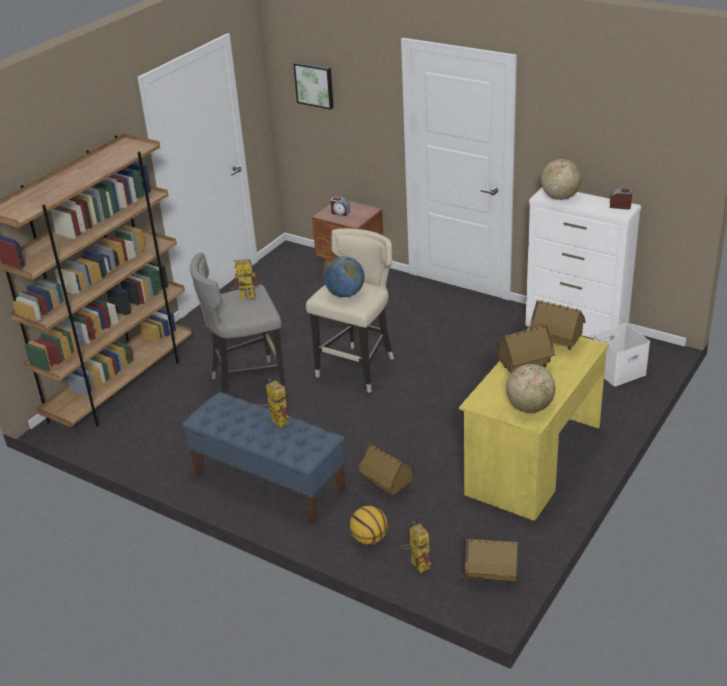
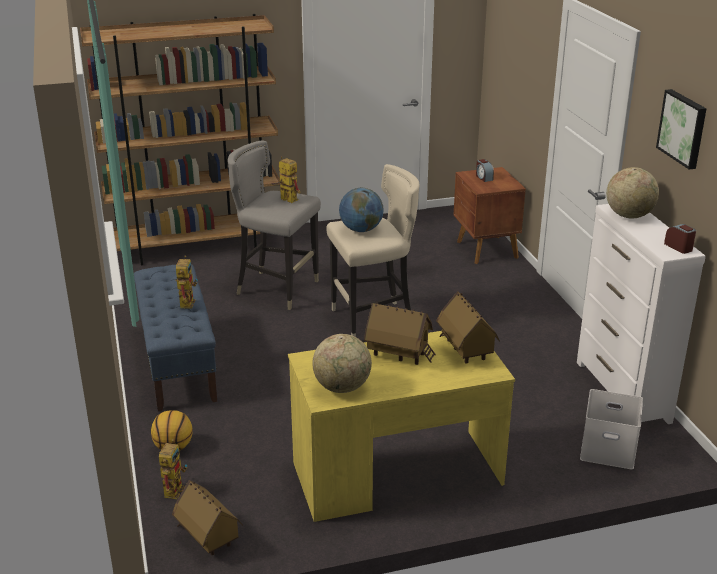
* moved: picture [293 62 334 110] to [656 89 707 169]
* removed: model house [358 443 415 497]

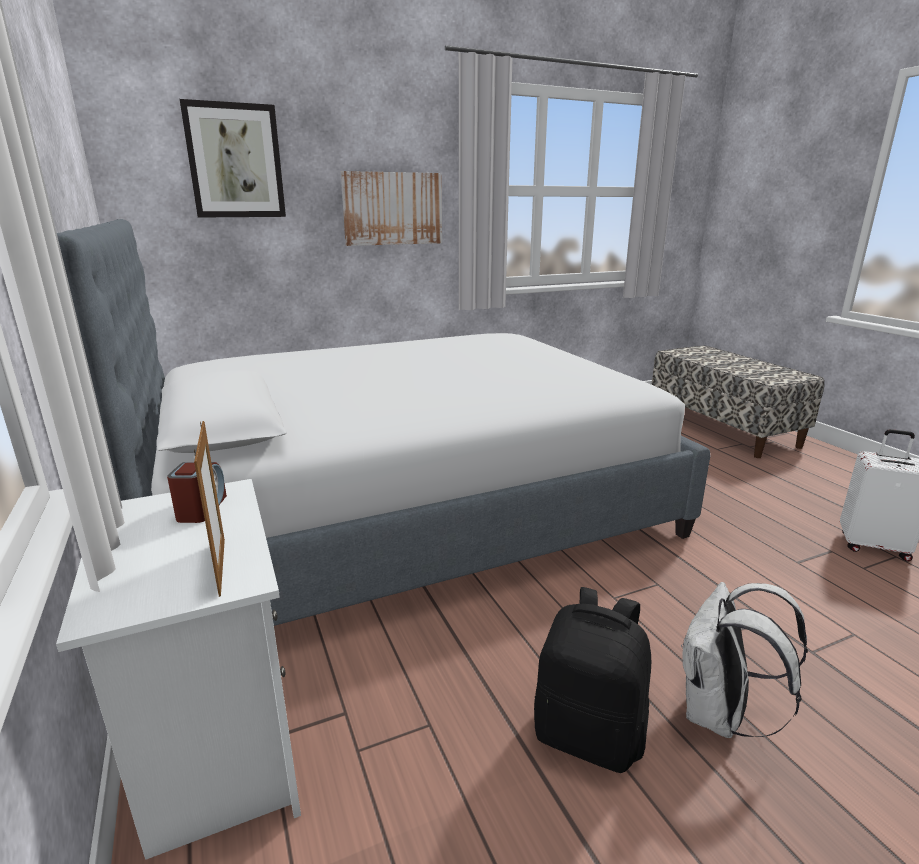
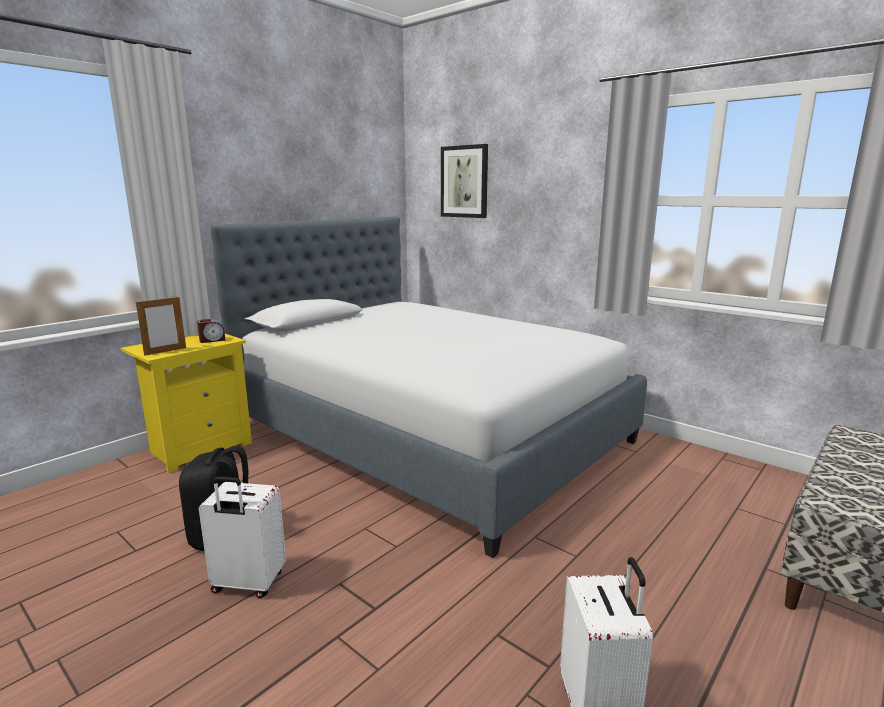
* removed: picture [341 171 442 246]
* recoloured: whitish night table [56 479 301 860] to yellow-coloured night table [121 334 252 473]
* replaced: whitish backpack [681 582 808 738] to whitish piece of luggage [199 476 286 598]

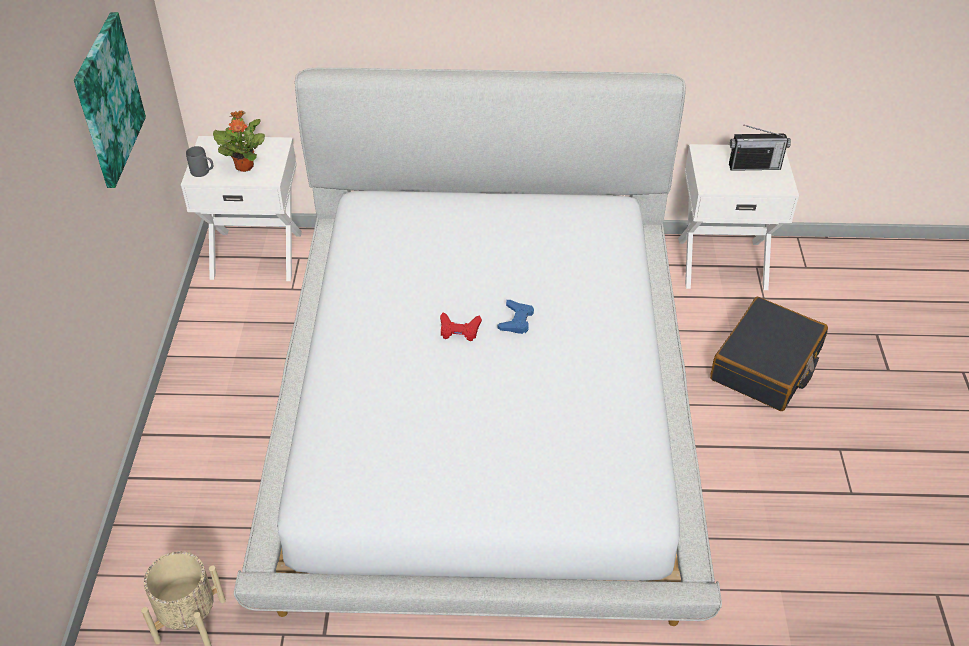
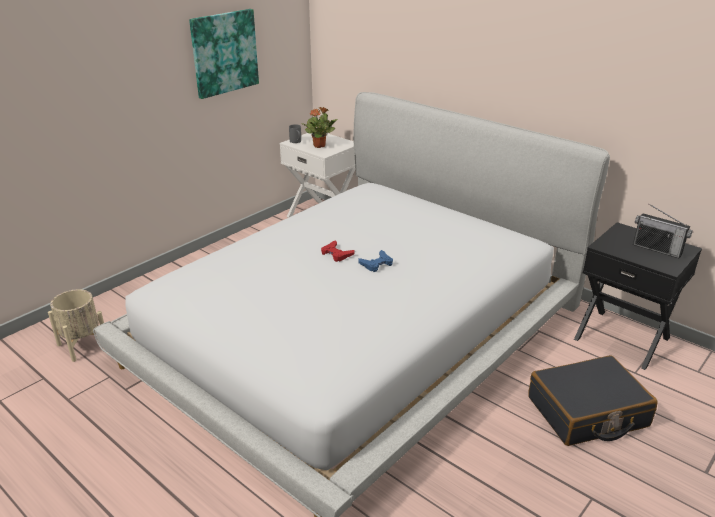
* recoloured: whitish night table [678 144 799 290] to black night table [574 222 702 370]

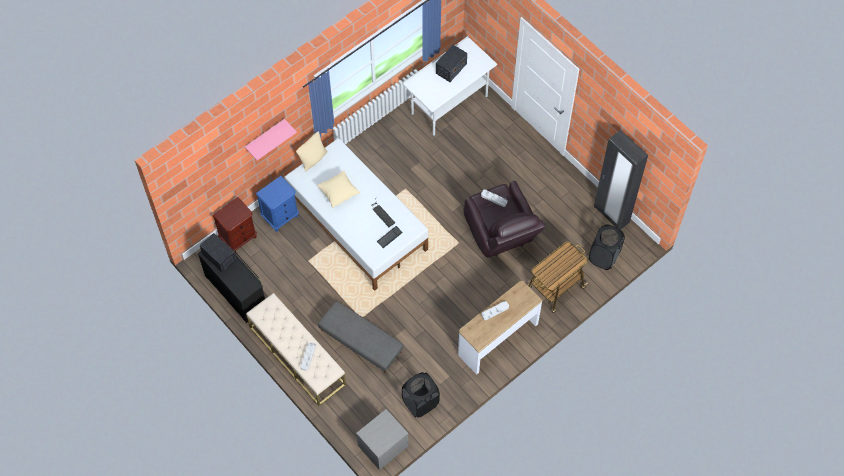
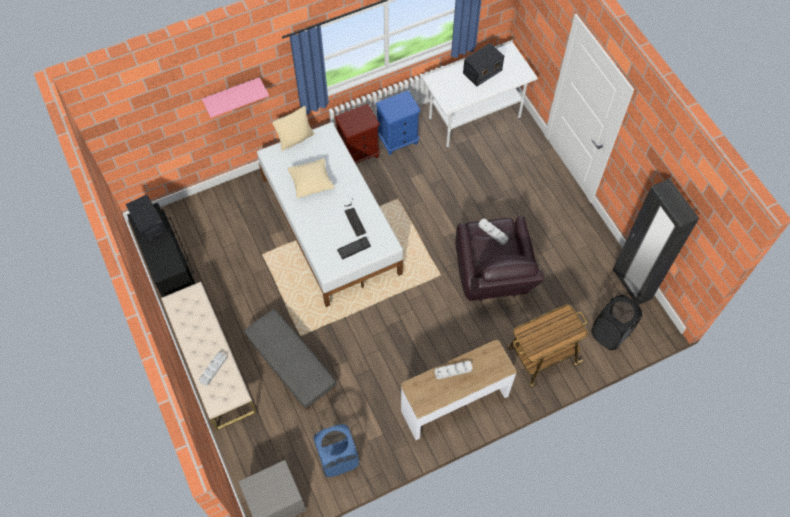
* moved: bluish night table [256 176 299 232] to [376 90 420 155]
* moved: brown night table [212 197 257 253] to [335 104 380 164]
* recoloured: black washing basket [402 372 440 418] to bluish washing basket [313 424 359 477]

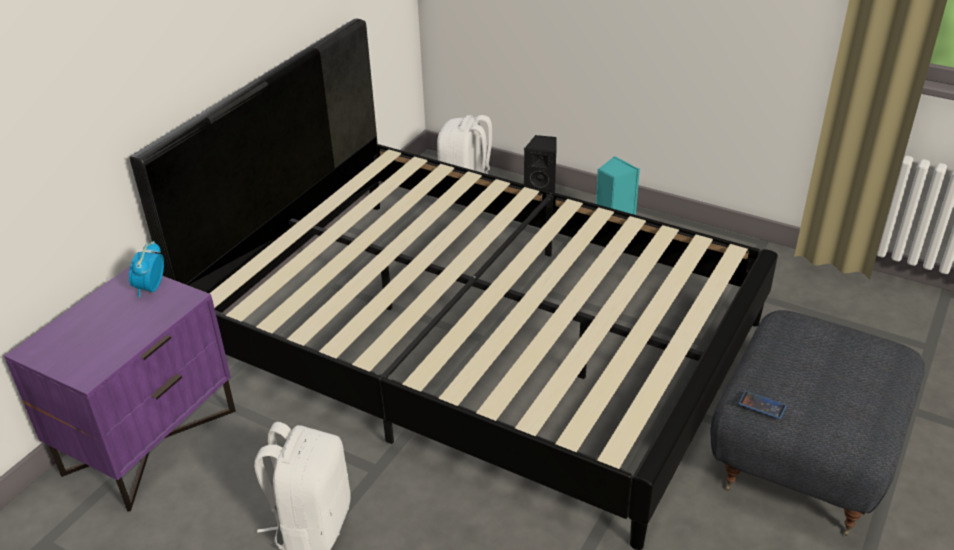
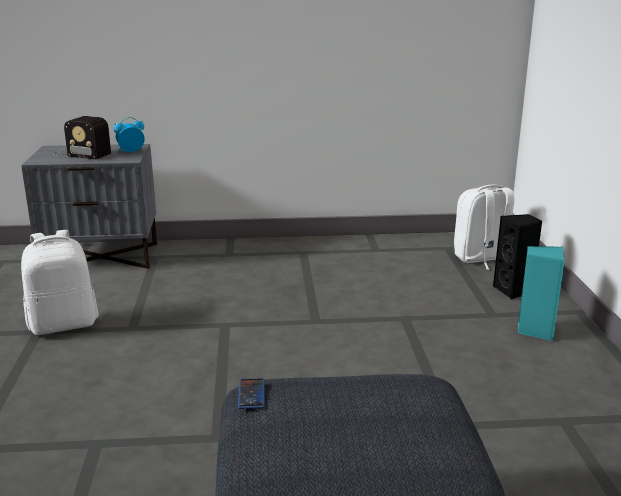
* removed: black sleeping bed [130 19 778 550]
* recoloured: purplish night table [4 265 236 511] to gray night table [21 144 157 269]
* added: radio receiver [53 116 111 160]

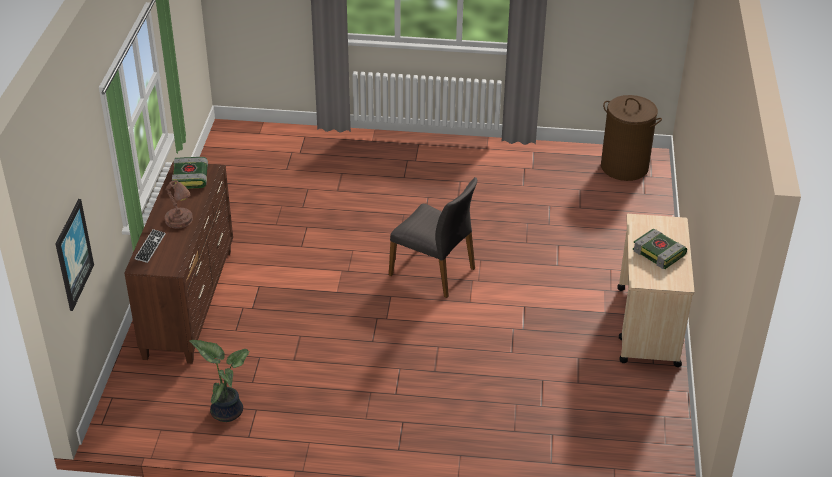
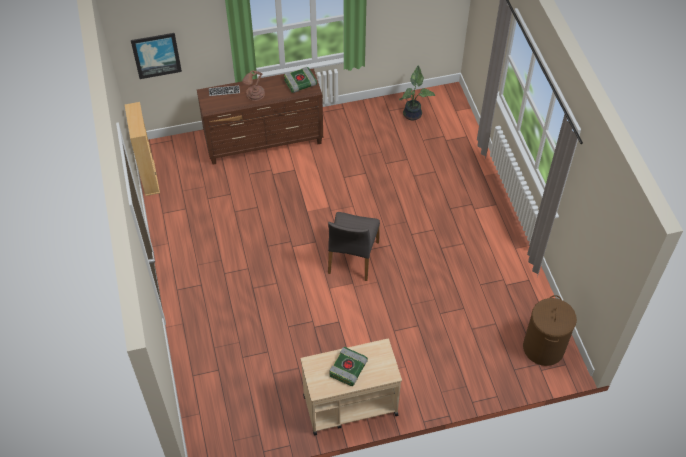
* moved: potted plant [189 340 249 422] to [399 66 435 120]
* added: beige-coloured shelving unit [125 102 160 196]

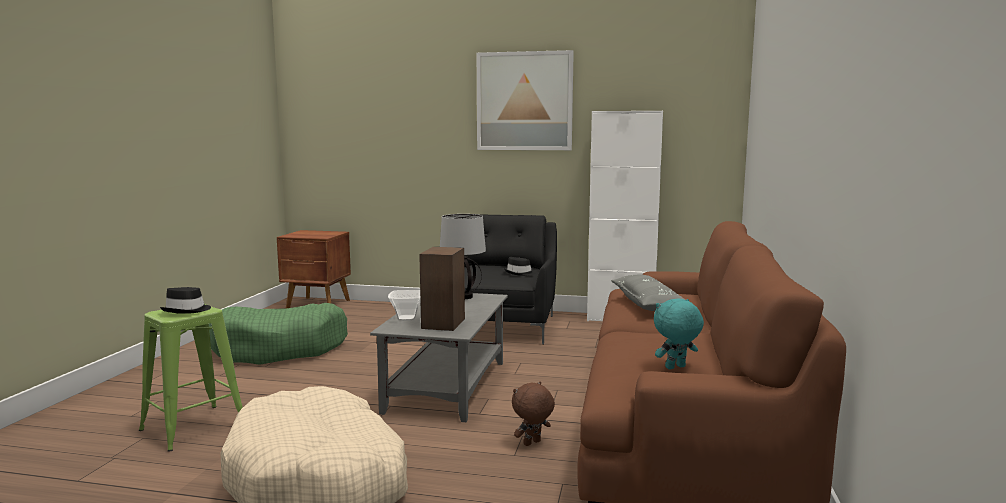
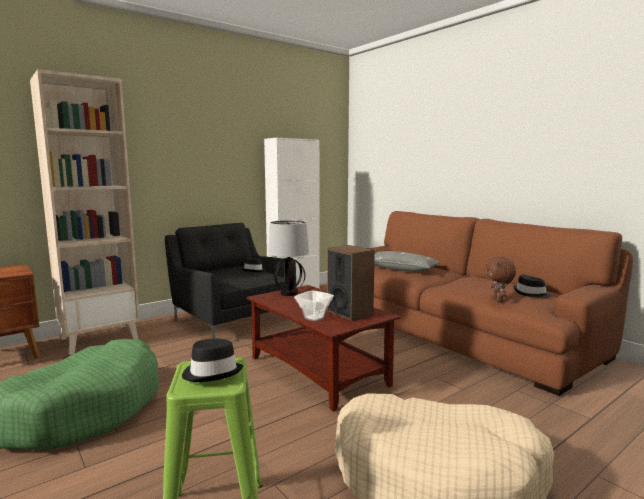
* removed: picture [477 50 574 150]
* recoloured: gray coffee table [370 293 508 422] to brown coffee table [246 285 400 412]
* replaced: turquoise cuddly toy [654 298 704 369] to black clothing hat [513 275 551 298]
* moved: brown cuddly toy [512 381 555 446] to [485 256 516 303]
* added: beige-coloured shelving unit [30 69 140 355]

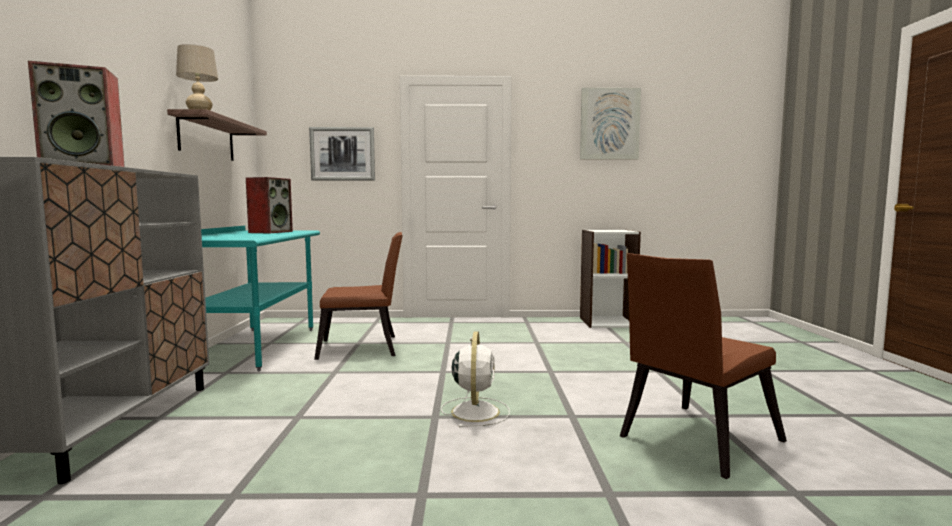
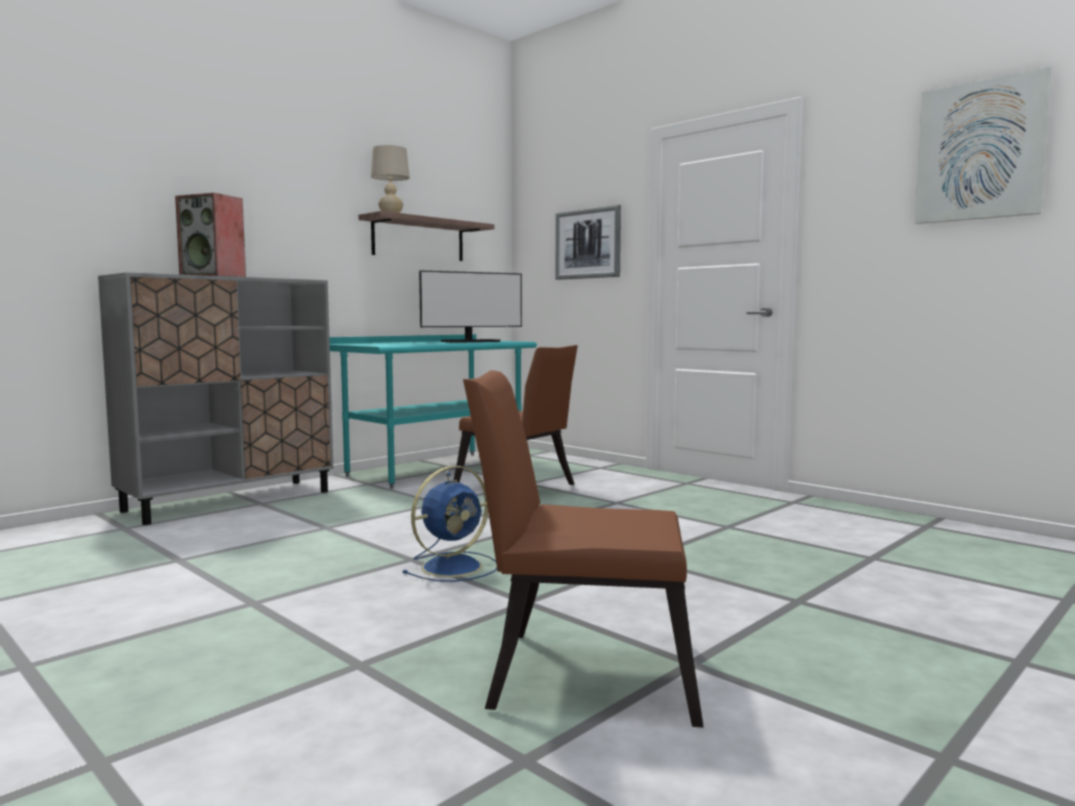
* replaced: audio speaker [246 177 293 233] to computer display [419 270 522 343]
* removed: whitish shelving unit [580 230 641 328]
* recoloured: whitish cooling fan [441 331 510 428] to bluish cooling fan [402 466 497 582]

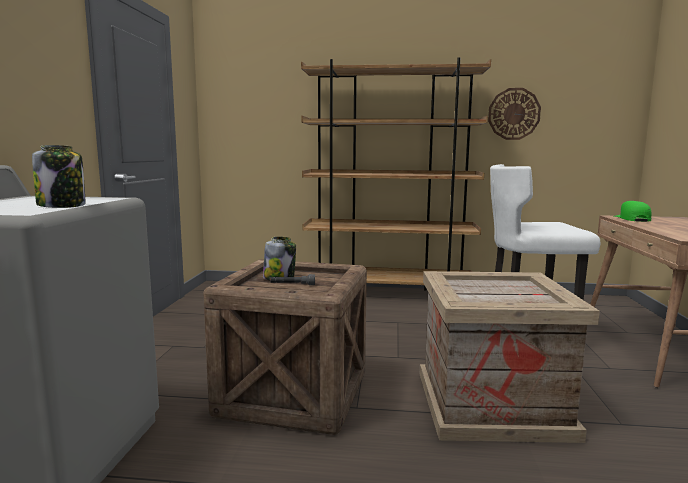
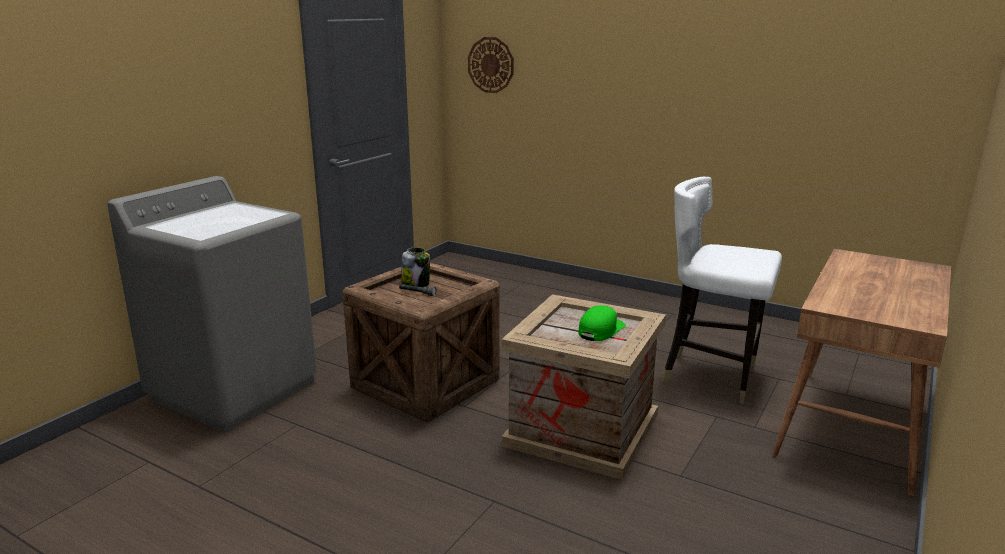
* removed: brown shelving unit [301 58 491 291]
* moved: hanging clock [488 88 541 140] to [468 37 514 93]
* removed: preserve jar [32 145 86 208]
* moved: greenish baseball cap [614 201 652 222] to [578 305 626 341]

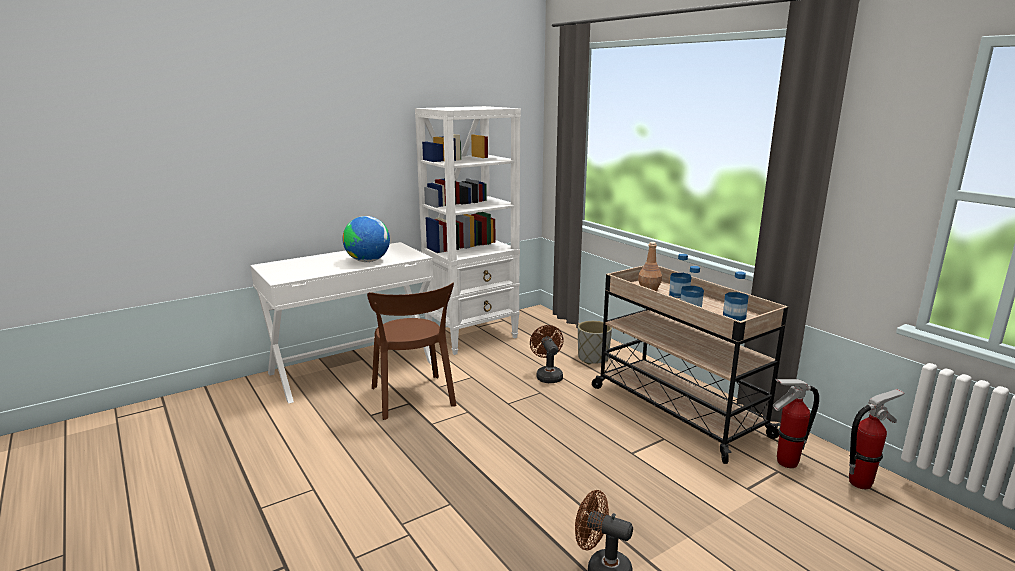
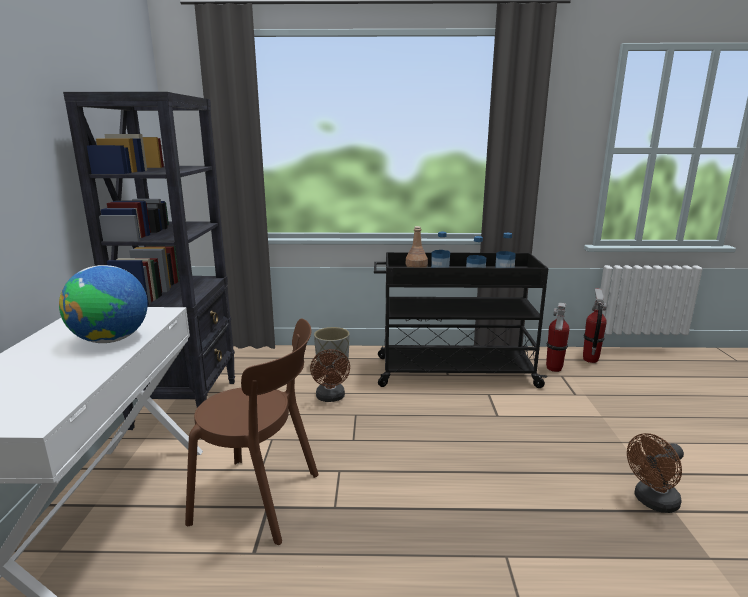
* recoloured: whitish shelving unit [415 106 521 355] to black shelving unit [63 92 235 430]
* recoloured: beige-coloured trolley [592 265 788 464] to black trolley [374 252 548 388]
* turned: brown cooling fan [530 325 564 383] = [310 349 350 402] 120 degrees counterclockwise

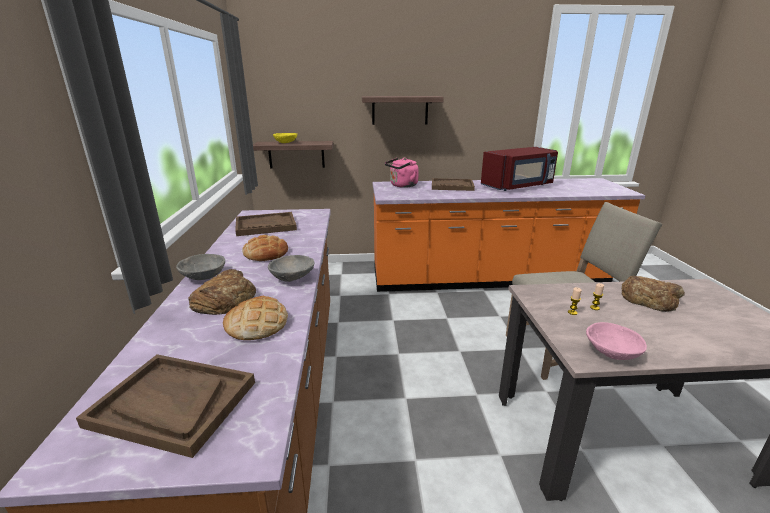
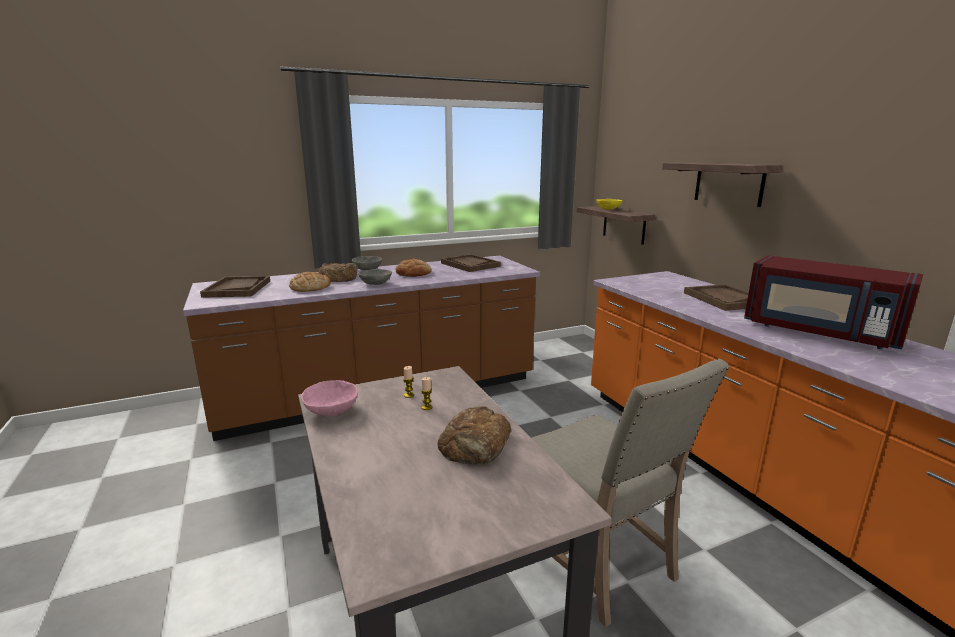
* removed: pinkish kettle [385 158 419 188]

